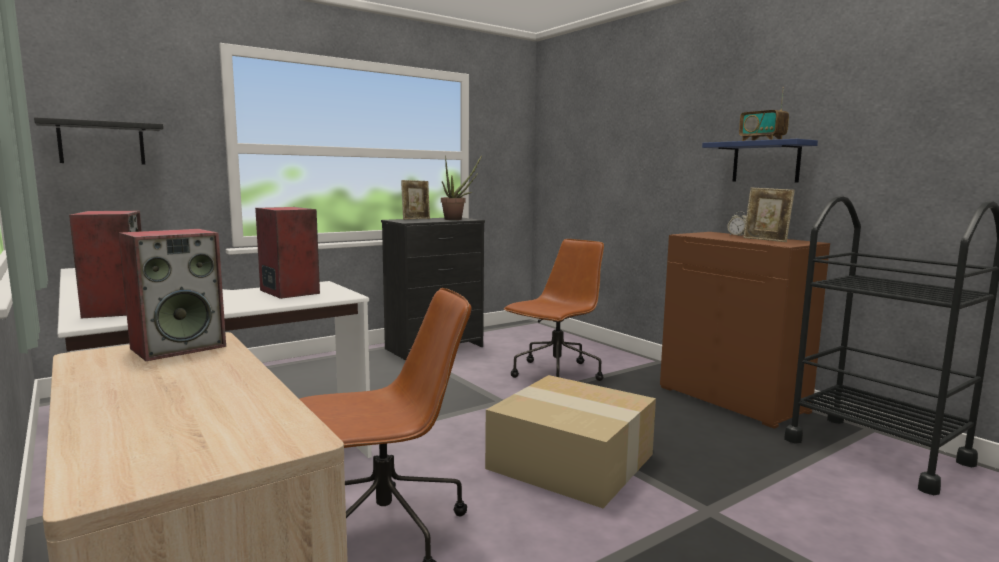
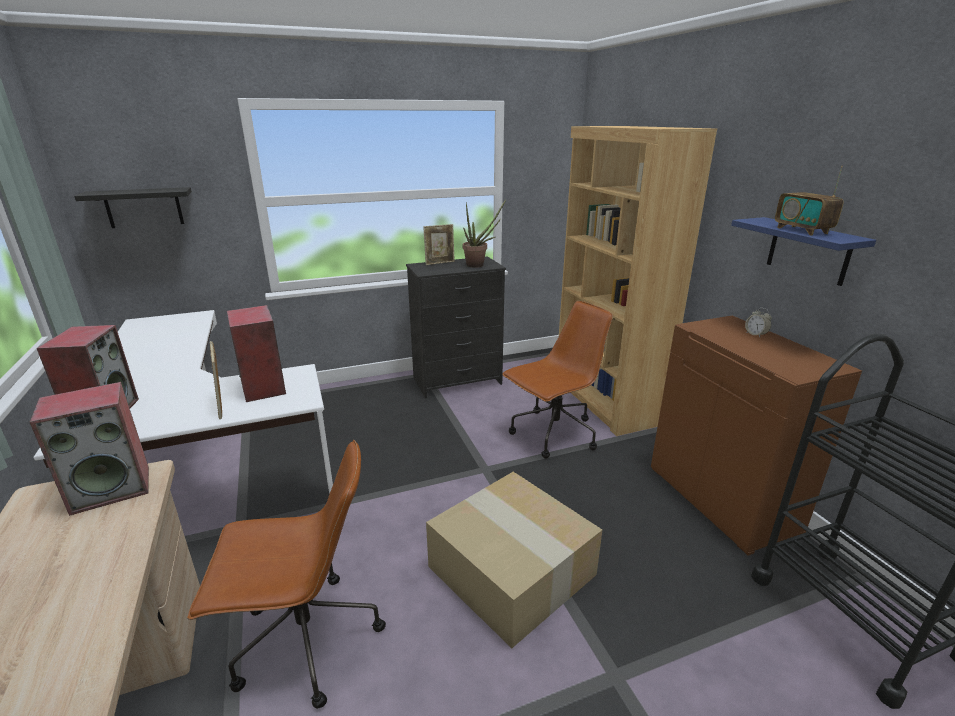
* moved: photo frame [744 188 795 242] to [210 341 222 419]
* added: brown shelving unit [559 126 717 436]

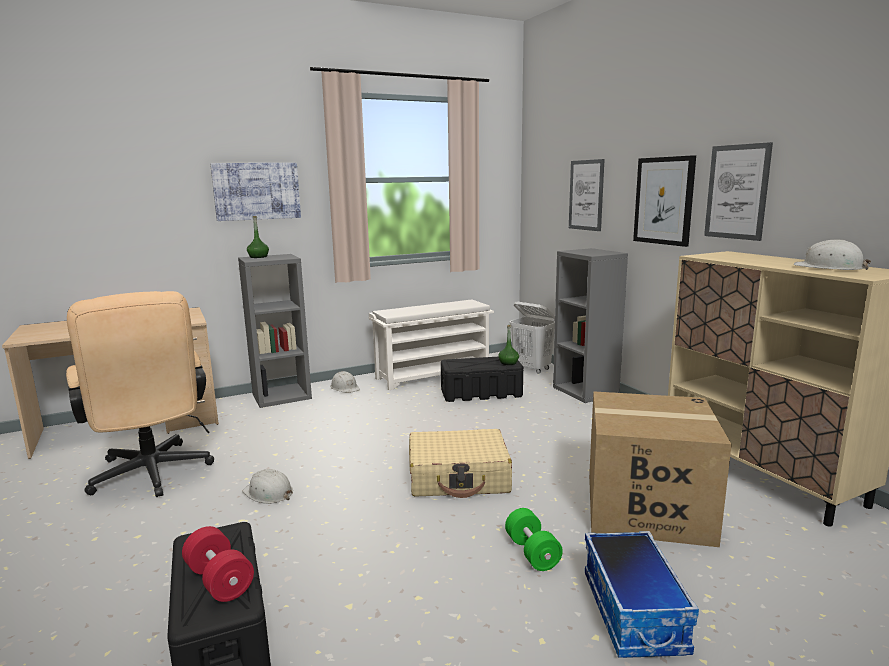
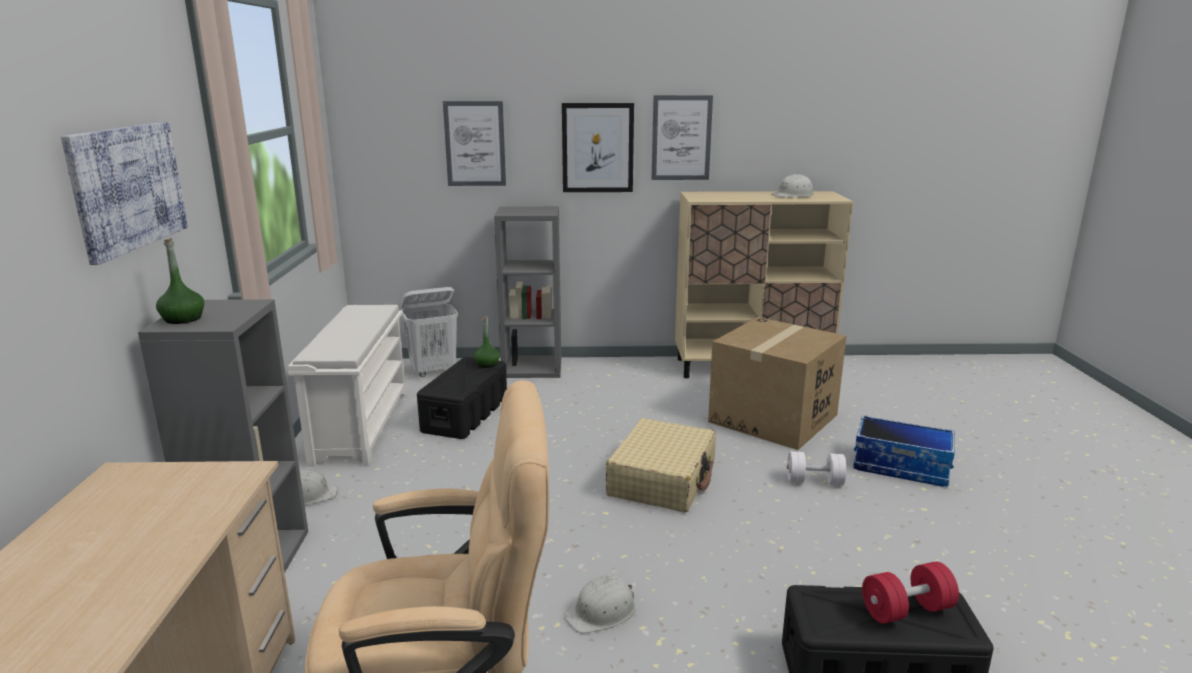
* recoloured: greenish hand weight [505 508 563 571] to whitish hand weight [787 451 846 485]

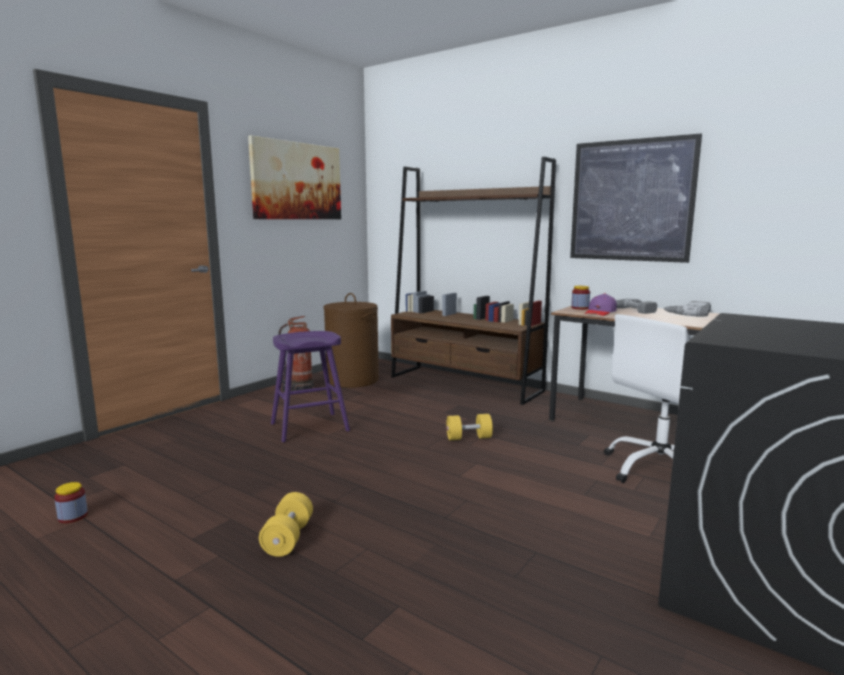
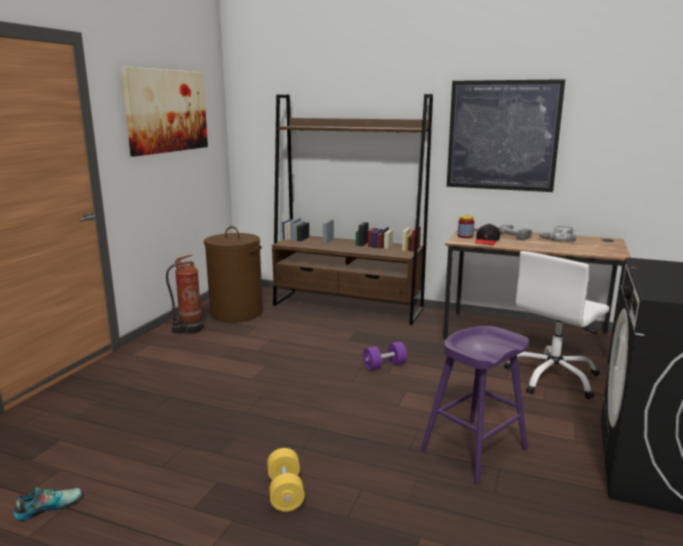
* recoloured: purplish baseball cap [585 293 617 316] to black baseball cap [475 224 500 245]
* moved: purplish stool [271 331 350 442] to [420 326 529 484]
* recoloured: yellow-coloured hand weight [446 414 493 440] to purplish hand weight [363 342 407 370]
* replaced: preserve jar [54 482 88 523] to item of footwear [13 487 82 521]

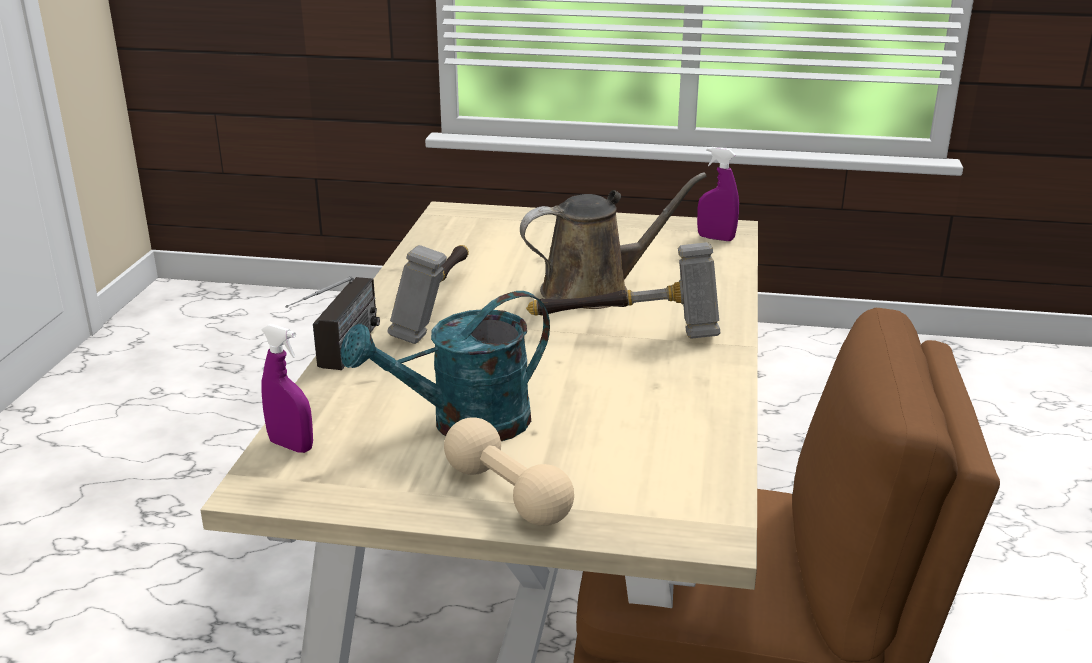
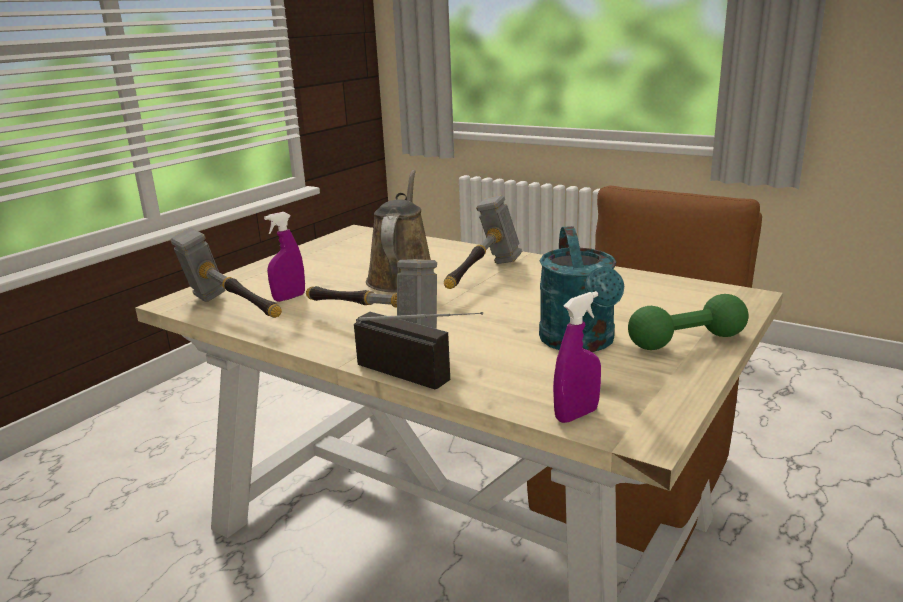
* moved: purplish hand sprayer [697 147 739 241] to [264 212 305 302]
* recoloured: beige-coloured hand weight [444 417 574 526] to greenish hand weight [628 294 748 350]
* added: hammer [170 228 282 318]

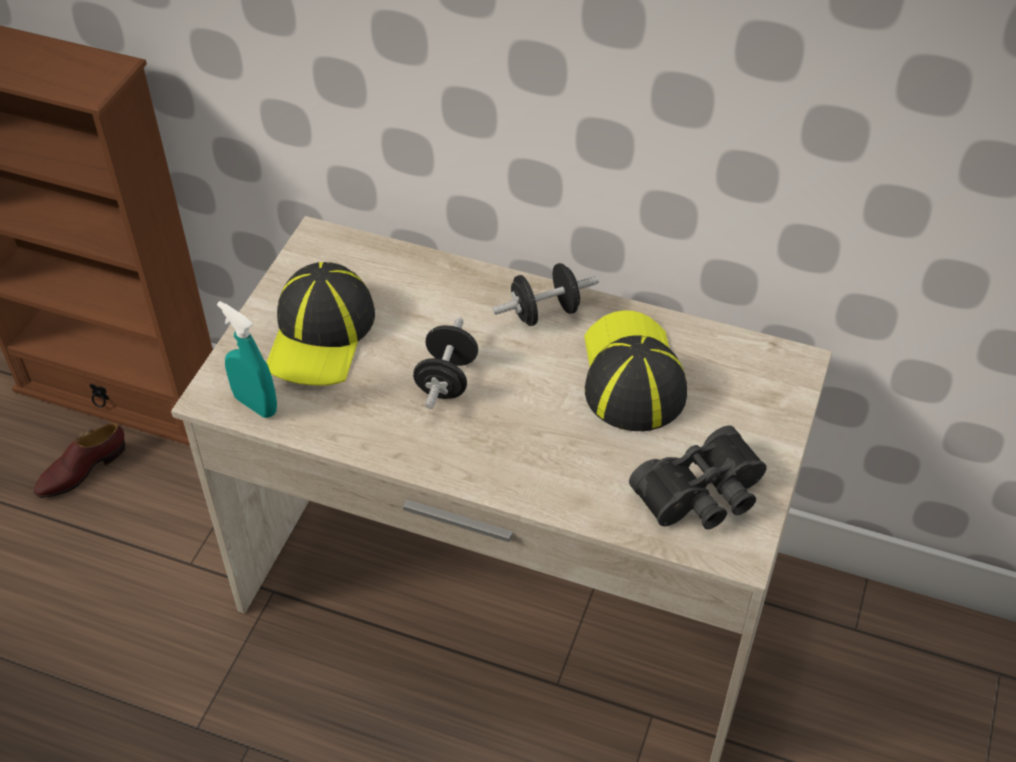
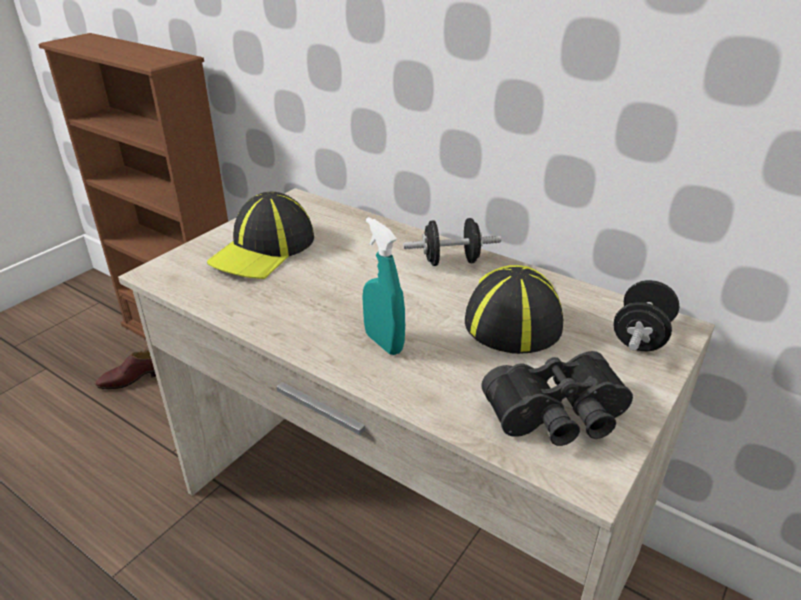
* moved: turquoise hand sprayer [217 301 277 418] to [362 217 405 355]
* moved: black hand weight [413 318 478 409] to [614 280 679 351]

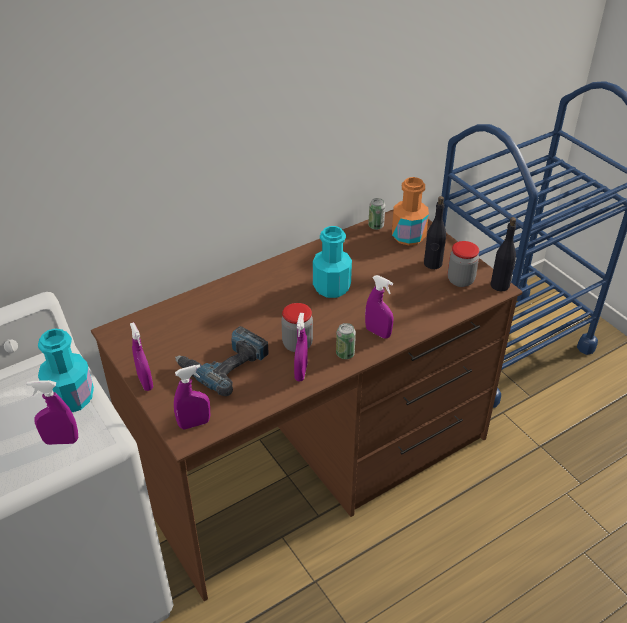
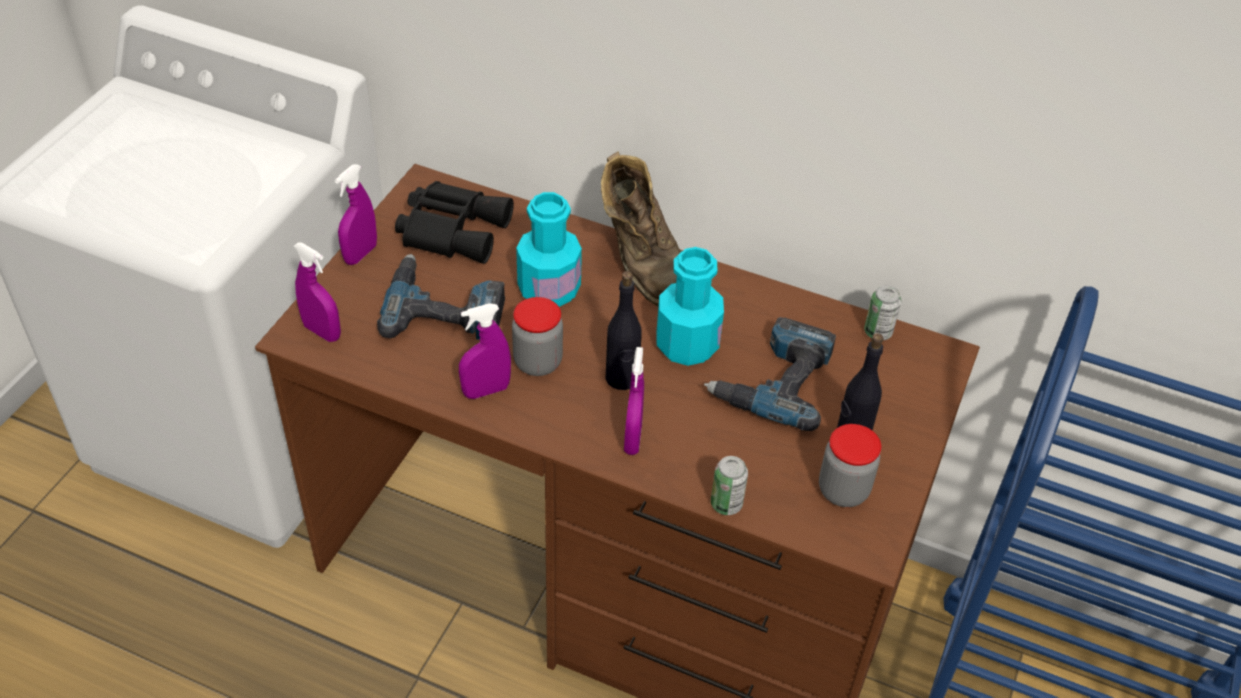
* removed: orange-coloured drink bottle [392 177 429 246]
* moved: black drink bottle [491 217 516 292] to [606 271 642 390]
* moved: can [336 323 356 359] to [711 456 748 515]
* moved: turquoise drink bottle [38 328 94 412] to [516 192 582 307]
* removed: purplish hand sprayer [26 380 78 445]
* added: brown high-top boot [601 152 681 307]
* added: black pair of binoculars [395 181 514 264]
* added: electric drill [704 317 836 431]

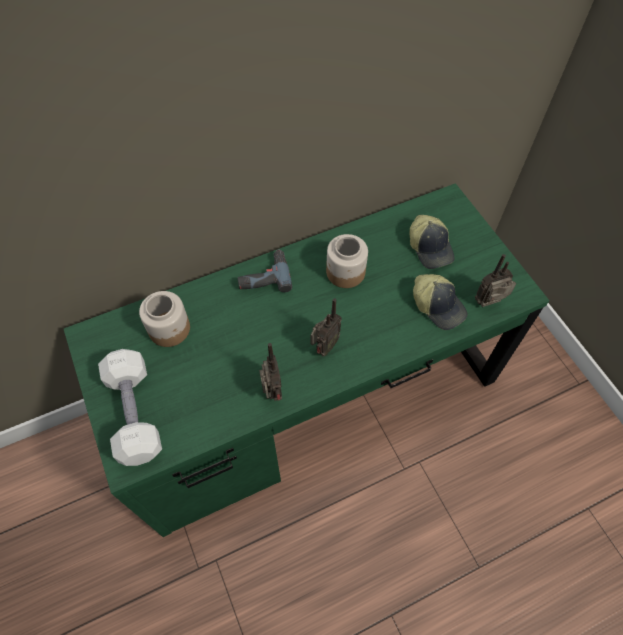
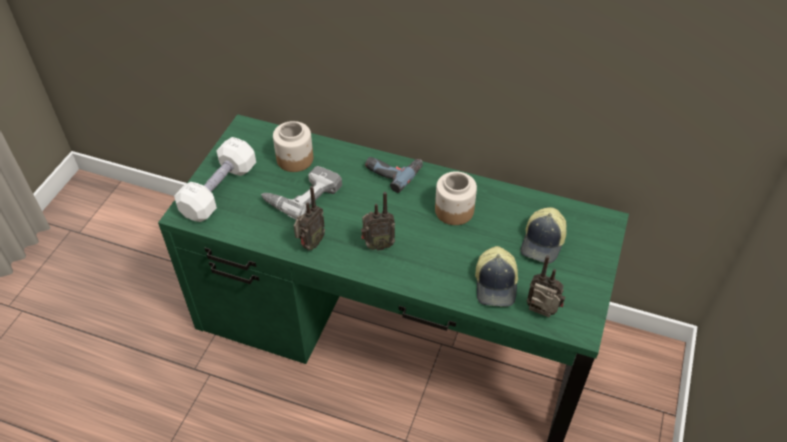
* added: electric drill [261 166 342 219]

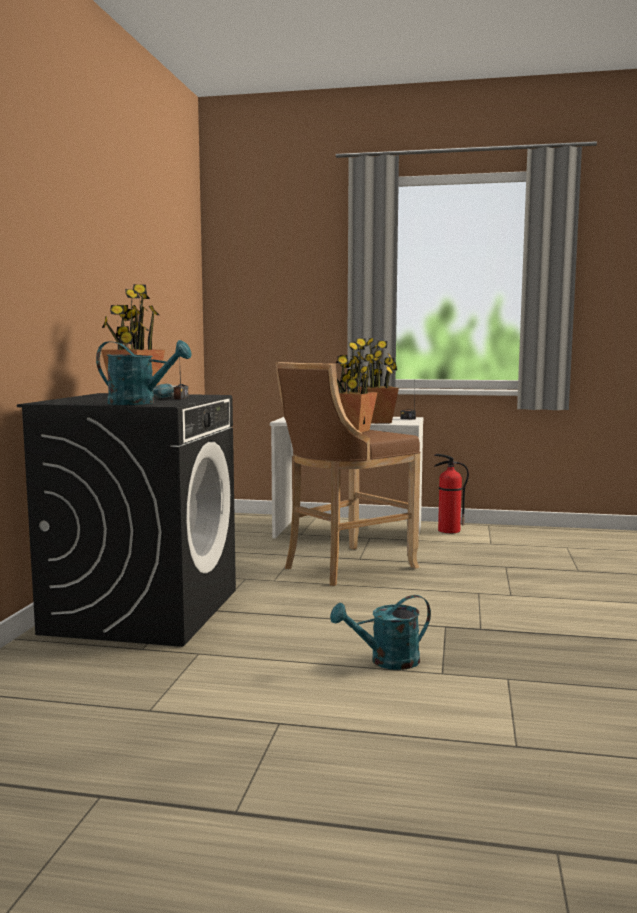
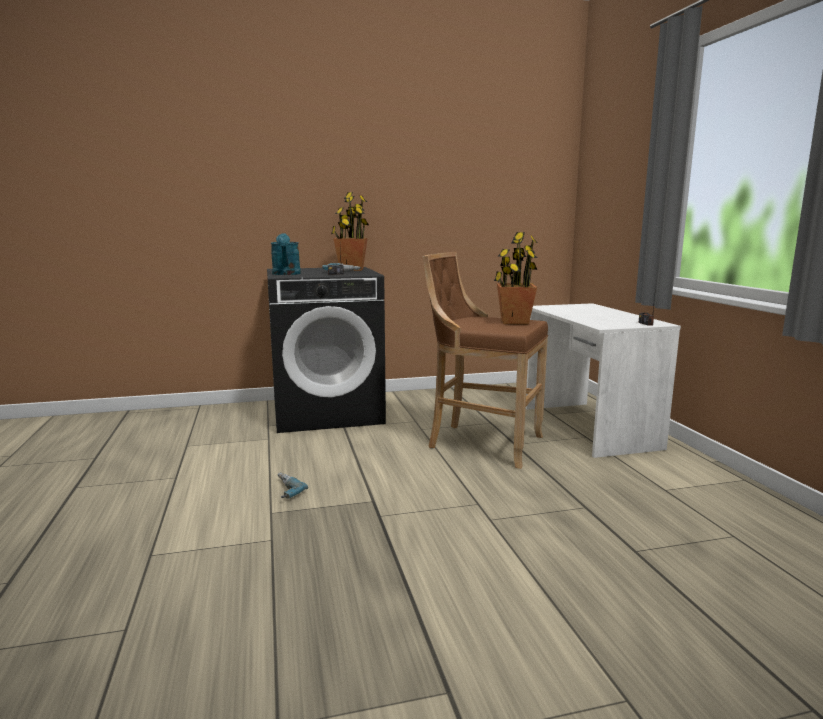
* removed: potted plant [358 338 399 424]
* removed: fire extinguisher [434 454 469 533]
* replaced: turquoise watering can [330 595 431 670] to electric drill [278 473 308 499]

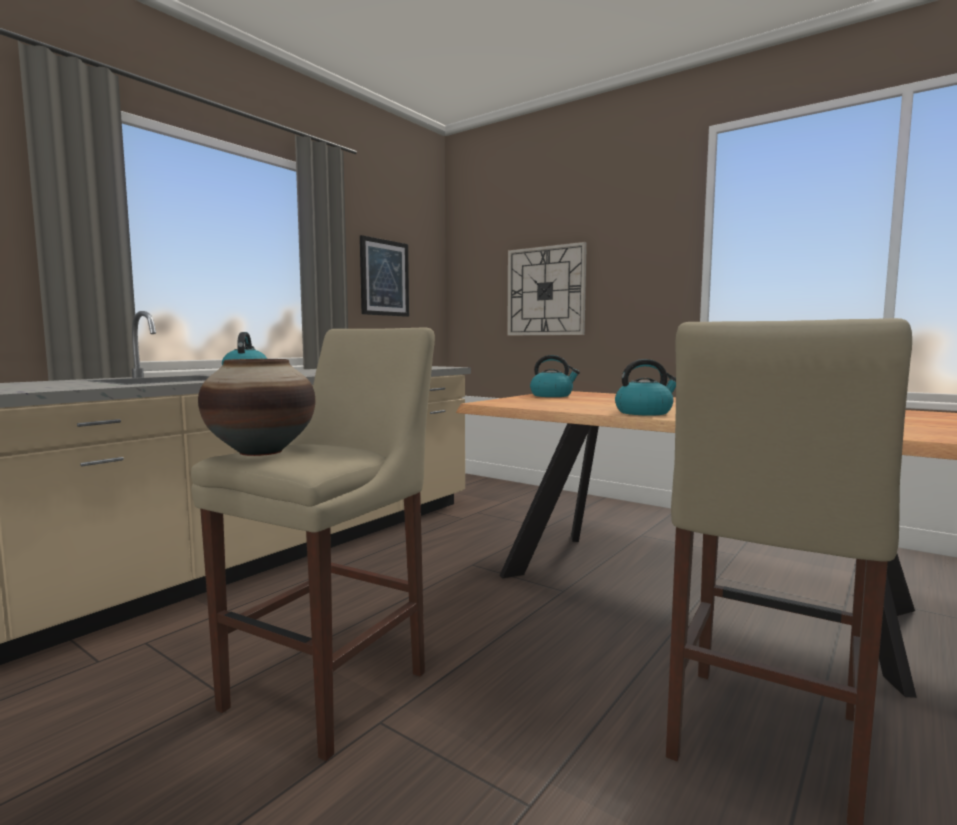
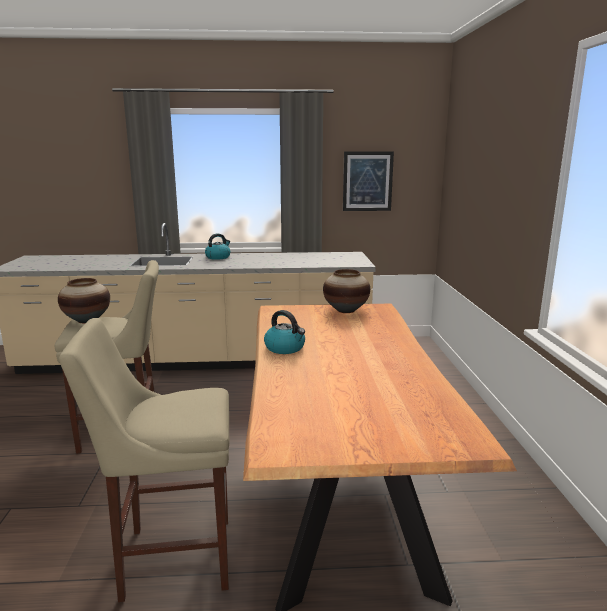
* removed: hanging clock [507 242 587 336]
* replaced: kettle [530 355 580 397] to decorative vase [323 269 370 313]

